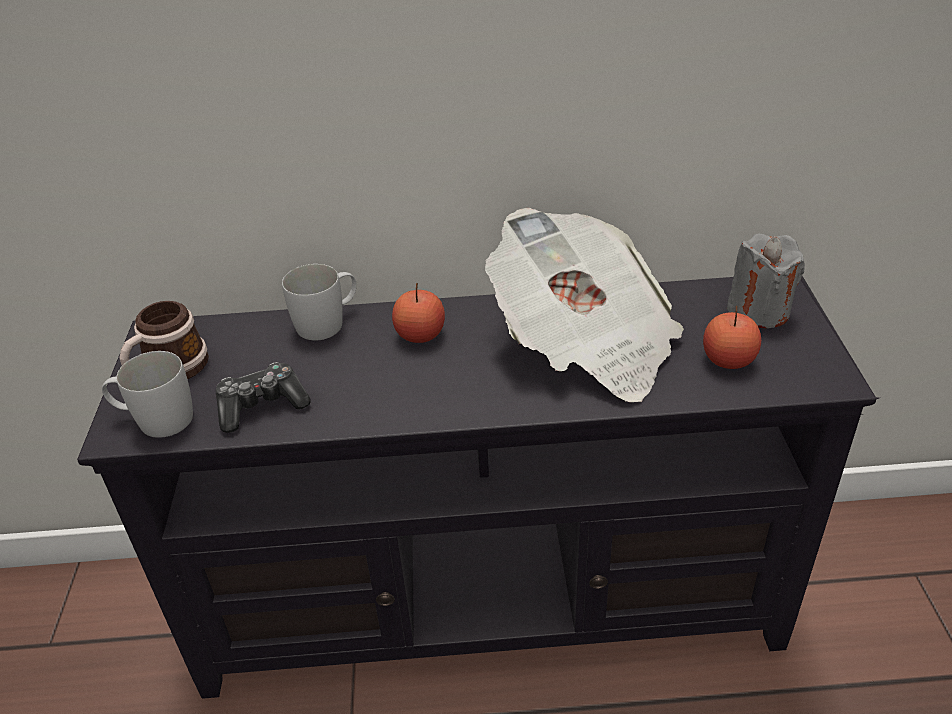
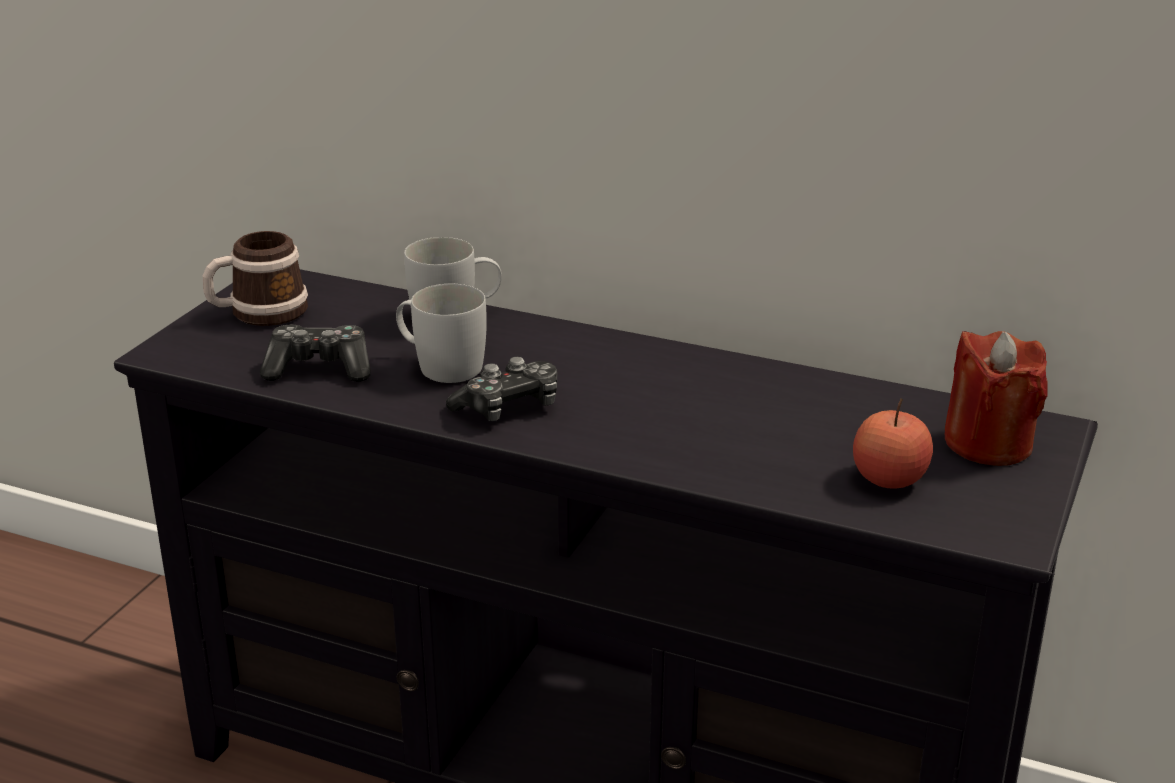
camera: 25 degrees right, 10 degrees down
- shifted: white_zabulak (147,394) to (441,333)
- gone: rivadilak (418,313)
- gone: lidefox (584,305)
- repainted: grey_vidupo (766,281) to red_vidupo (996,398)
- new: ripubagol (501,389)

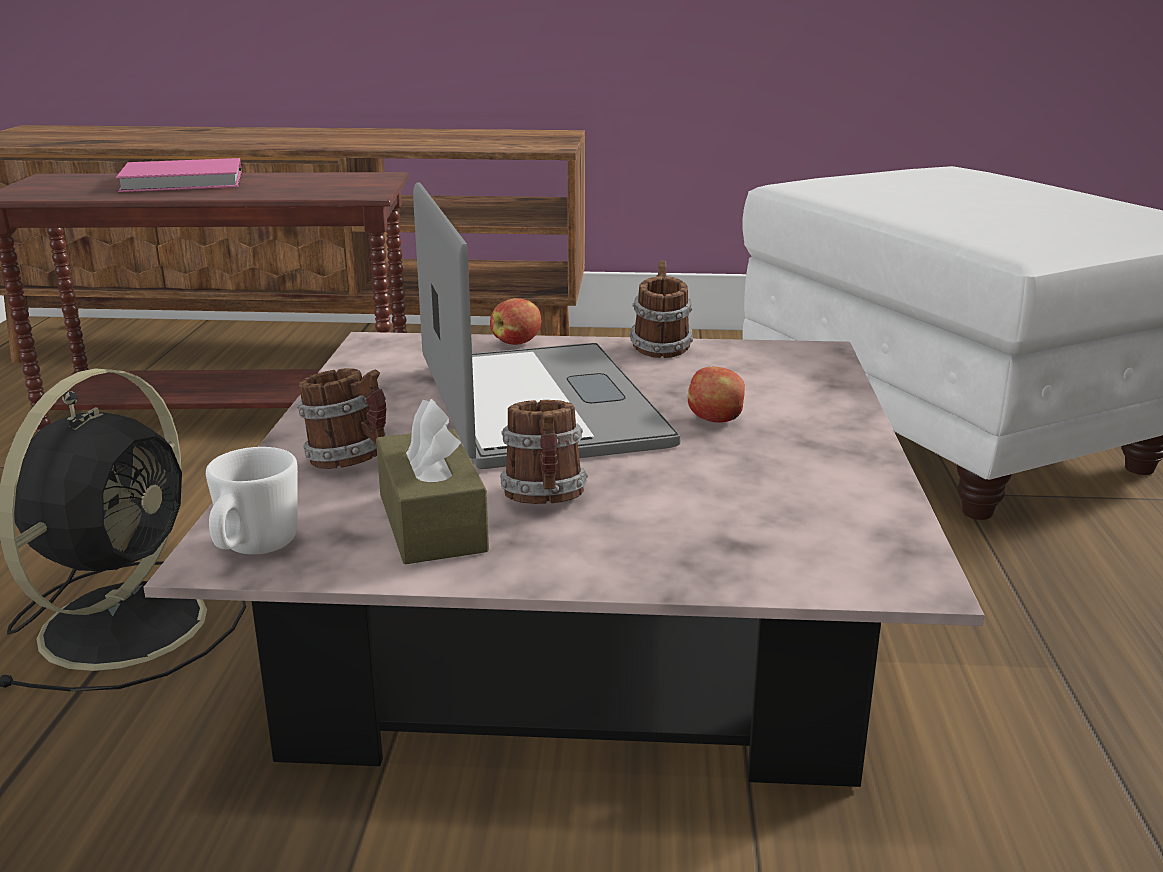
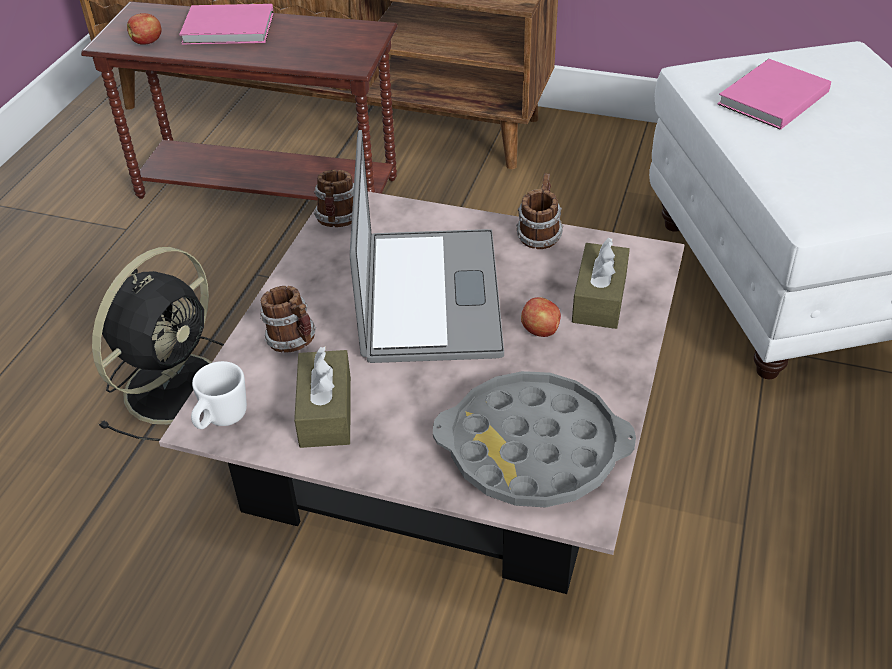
camera: 15 degrees right, 20 degrees up
- shifted: rivadilak (515,321) to (144,29)
- shifted: zabulak (544,452) to (334,198)
- new: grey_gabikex (534,439)
- new: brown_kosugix (601,283)
- new: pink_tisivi (774,94)

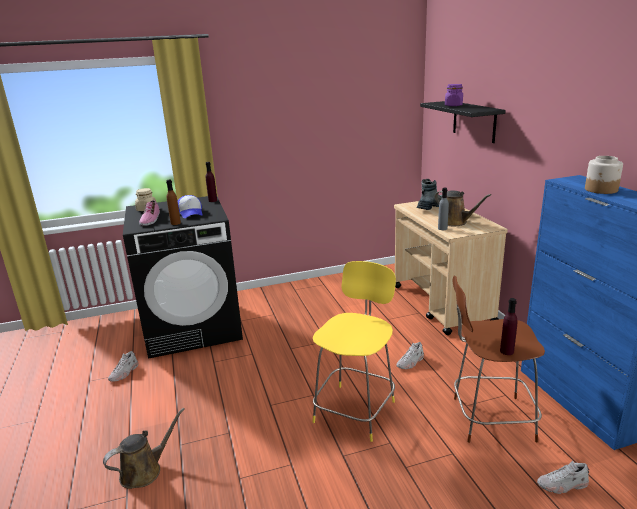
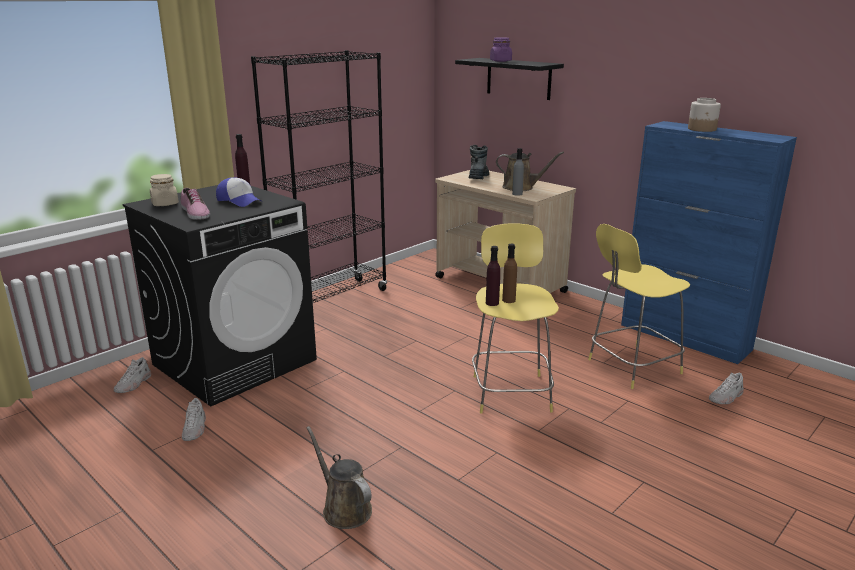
camera: 30 degrees left, 0 degrees up
- rotated: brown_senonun (144,448) = (339,477) 60 degrees counterclockwise
- shifted: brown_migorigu (173,202) to (509,273)
- shifted: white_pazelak (410,355) to (132,375)
- repainted: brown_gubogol (499,359) to yellow_gubogol (639,306)
- shifted: purple_migorigu (509,326) to (493,276)
- new: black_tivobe (319,176)

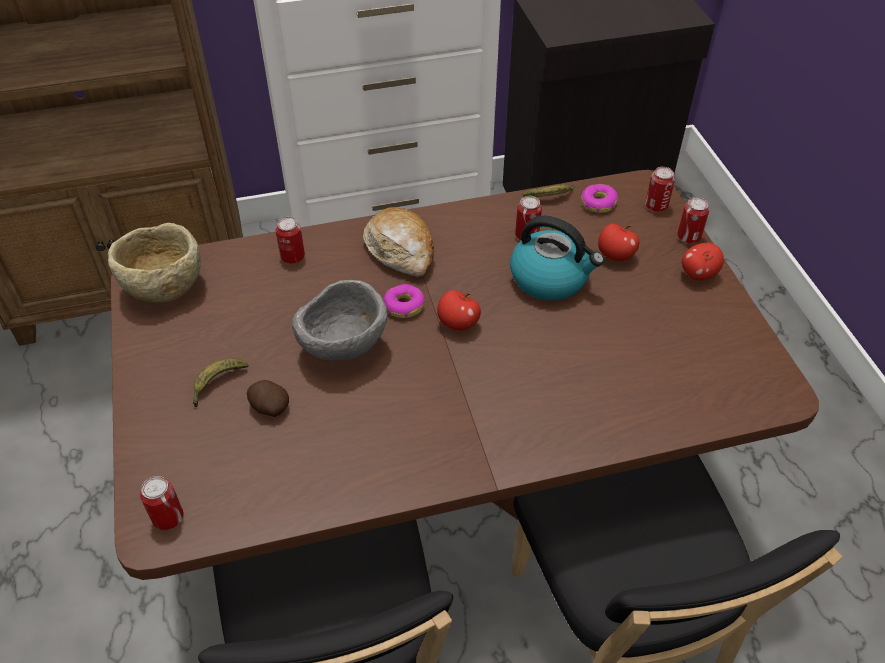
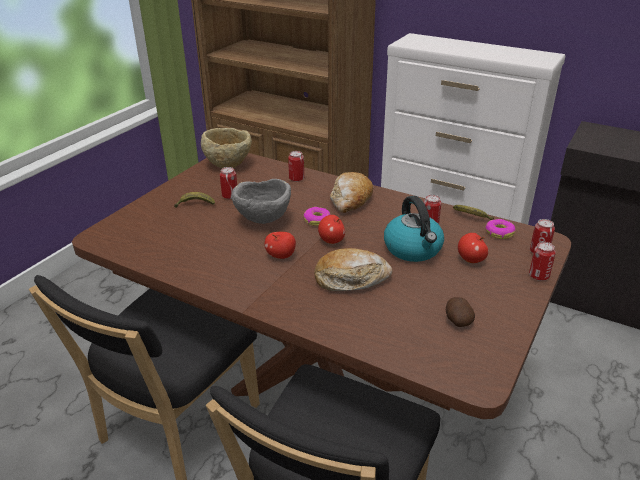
camera: 45 degrees right, 15 degrees down
- shifted: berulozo (162,503) to (228,183)
- shifted: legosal (268,398) to (460,312)
- shifted: rivadilak (703,262) to (280,245)
- new: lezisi (353,269)

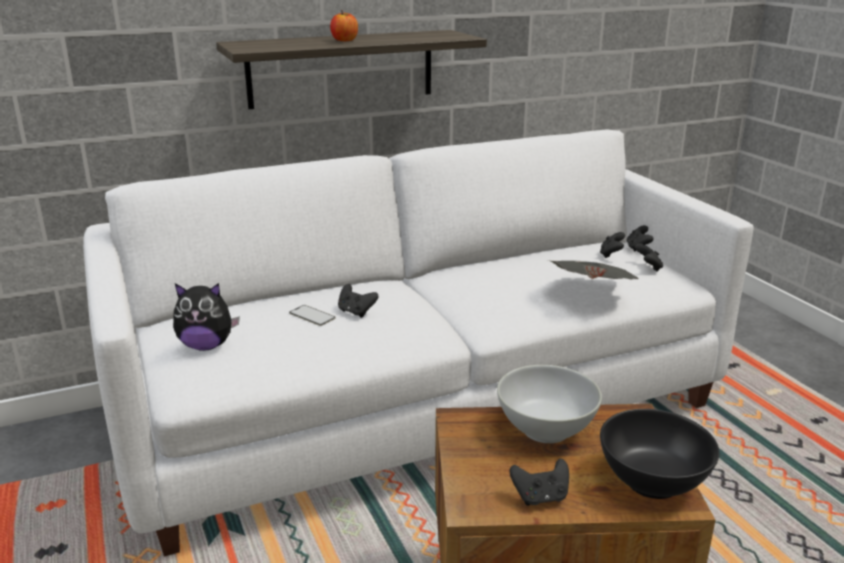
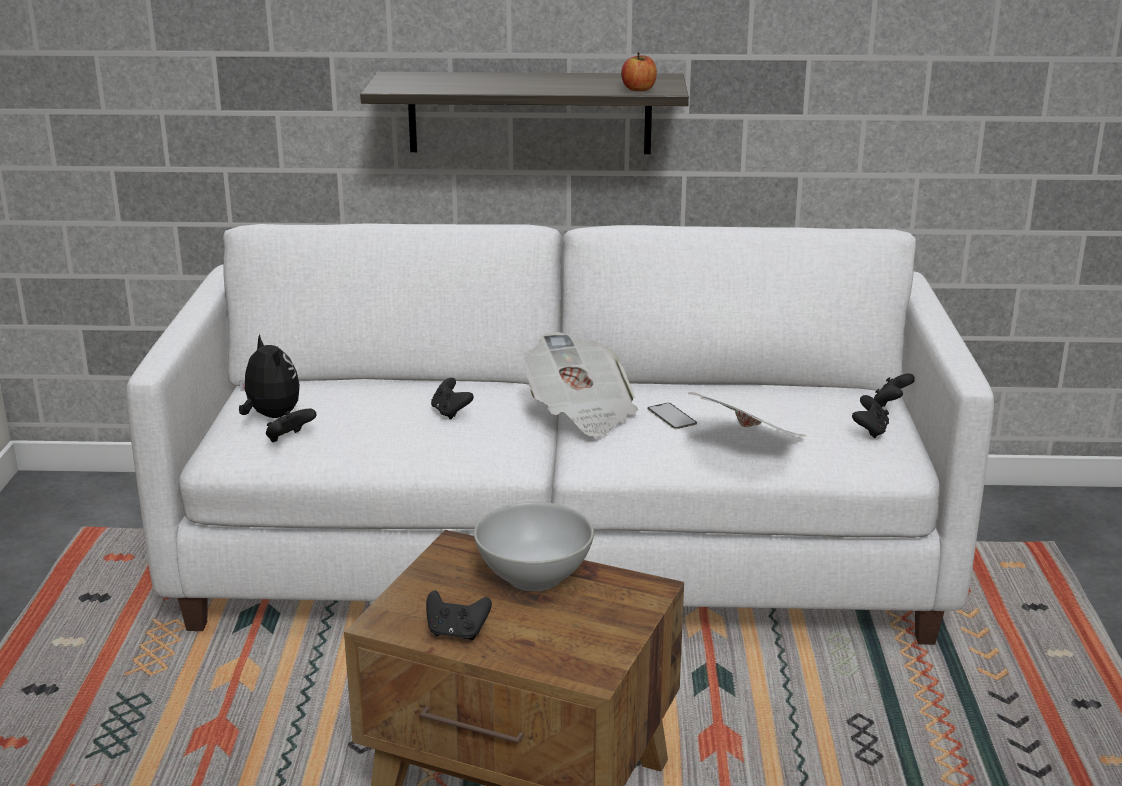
camera: 25 degrees right, 0 degrees up
- rotated: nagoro (206,317) = (269,376) 150 degrees counterclockwise
- shifted: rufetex (312,315) to (672,416)
- shifted: rivadilak (344,25) to (639,71)
- shifted: black_ripubagol (612,245) to (291,425)
- gone: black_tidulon (660,454)
- new: lidefox (581,385)

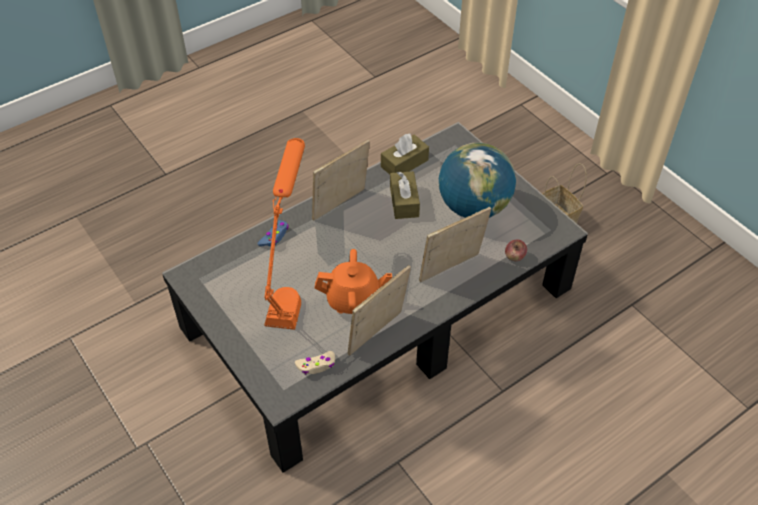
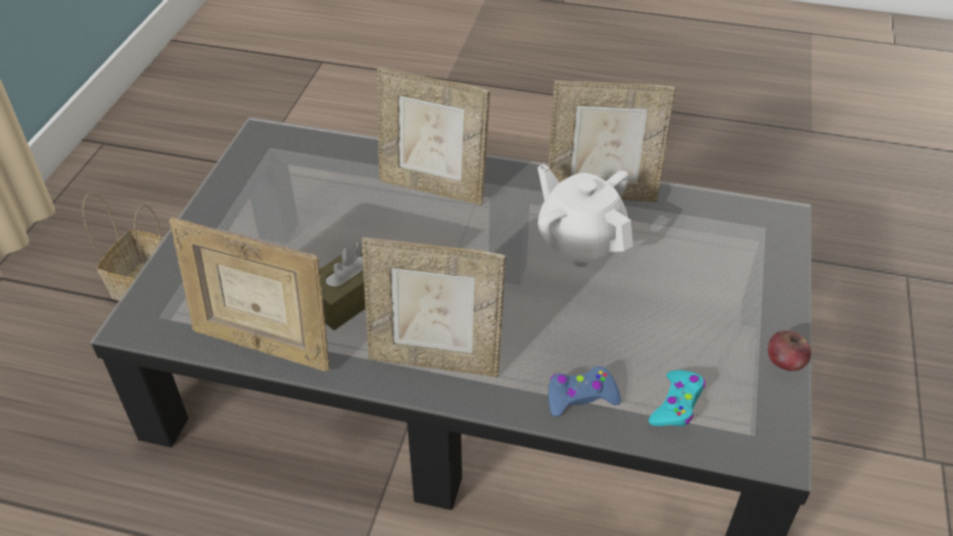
camera: 130 degrees left, 5 degrees down
- gone: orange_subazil (284,234)
- gone: beige_ripubagol (315,363)
- repainted: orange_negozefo (353,281) to white_negozefo (585,215)
- swapped: brown_kosugix (405,154) to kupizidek (249,294)
- gone: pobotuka (477,180)
- shifted: rivadilak (516,250) to (789,351)
- new: turquoise_ripubagol (677,398)

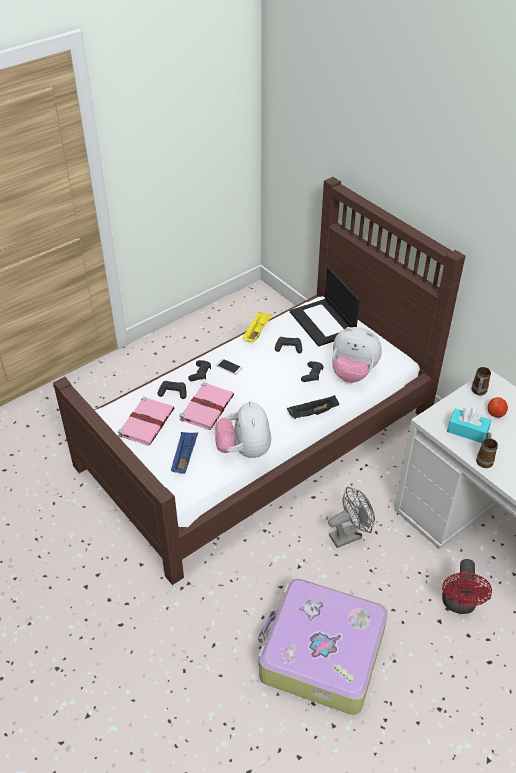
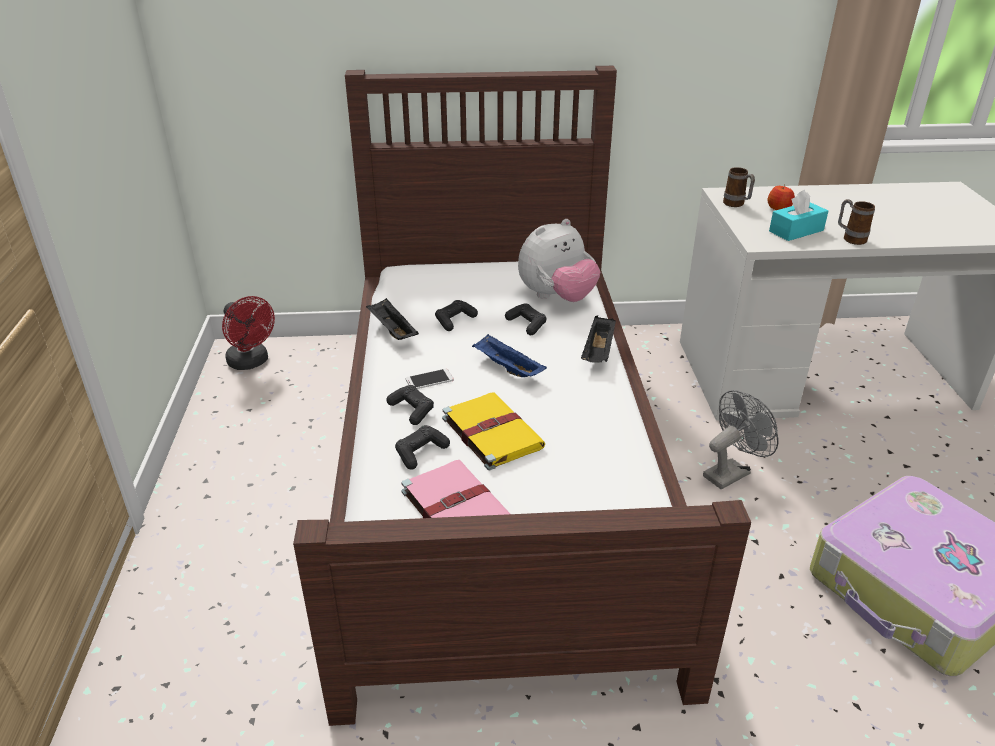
camera: 55 degrees left, 10 degrees down
- shifted: blue_gabikex (184,453) to (509,355)
- repainted: pink_tisivi (206,406) to yellow_tisivi (493,431)
- gone: nagoro (243,429)
- repainted: yellow_gabikex (257,326) to black_gabikex (392,319)
- gone: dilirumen (325,307)
- rotated: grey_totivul (351,517) = (741,440) 45 degrees clockwise
- shifted: red_totivul (467,586) to (248,333)

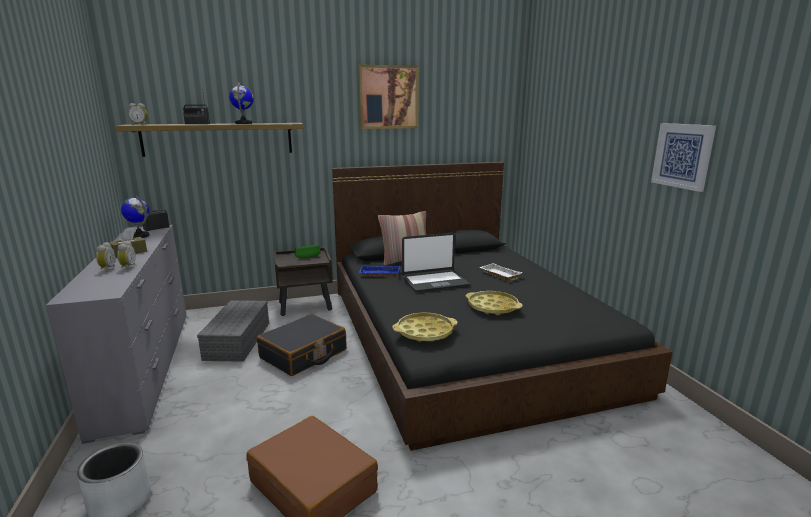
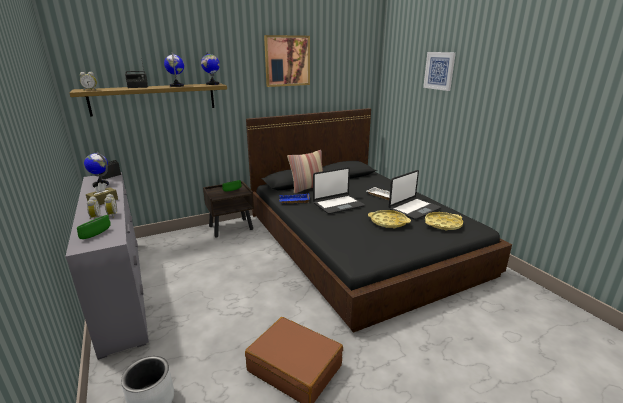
camera: 10 degrees left, 5 degrees up
- gone: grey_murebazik (233,331)
- gone: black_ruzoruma (302,345)
- shifted: yellow_gabikex (425,326) to (444,221)
- shifted: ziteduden (683,157) to (439,71)
- new: green_tidulon (94,227)
- new: pobotuka (210,68)
- new: dilirumen (415,195)

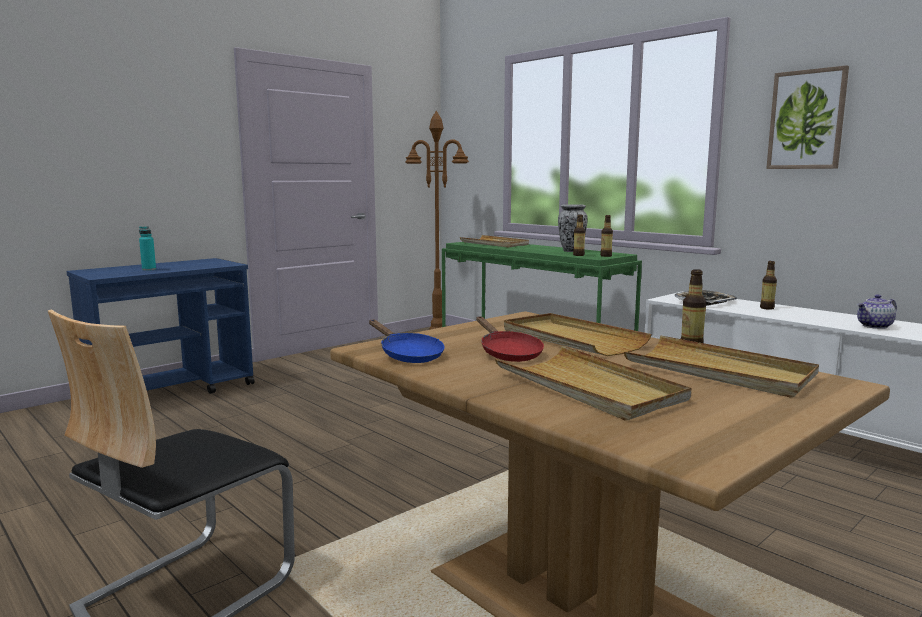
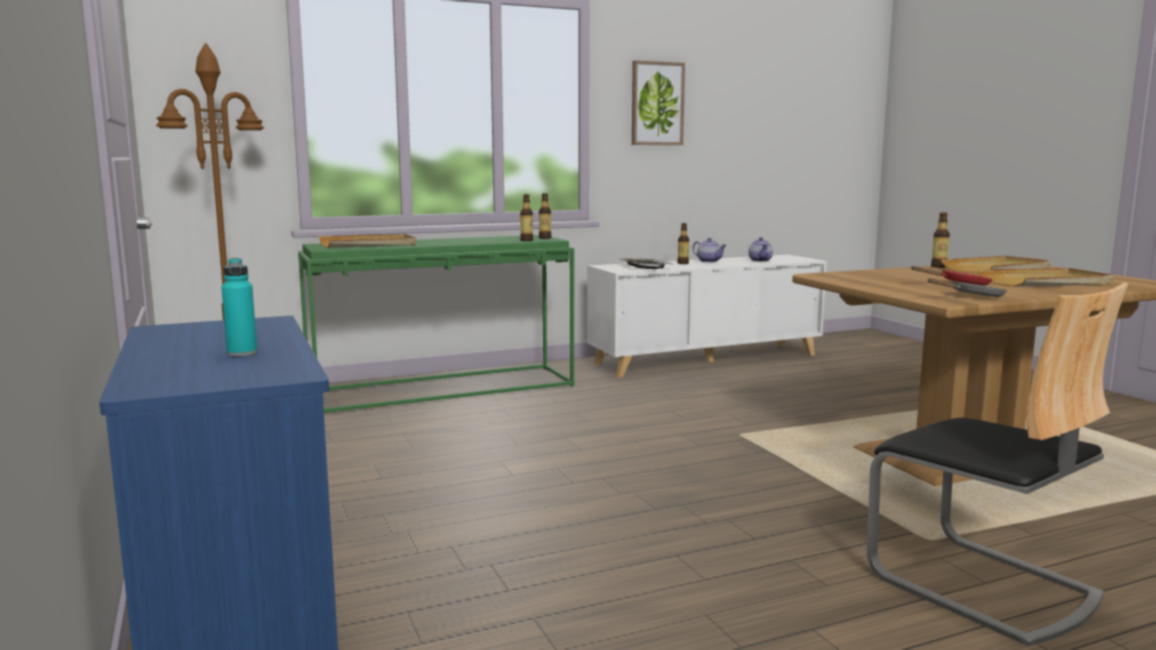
camera: 70 degrees left, 0 degrees up
- repainted: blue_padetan (407,341) to grey_padetan (967,287)
- gone: beige_gabikex (578,334)
- gone: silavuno (573,228)
- new: negozefo (709,250)

